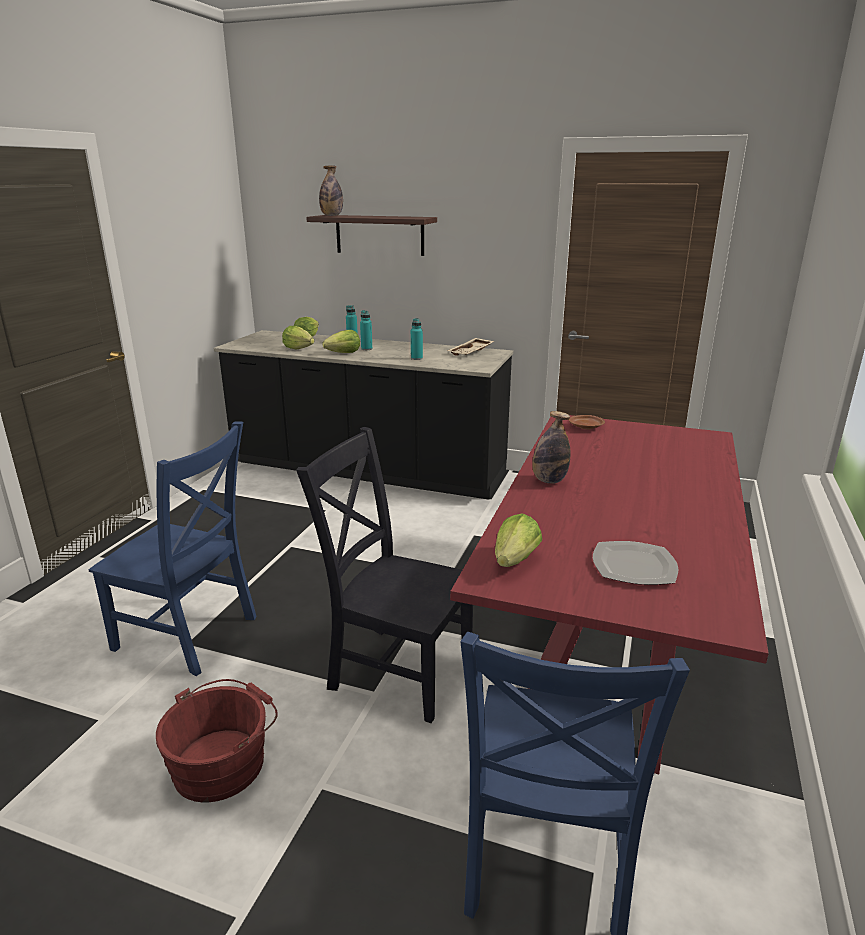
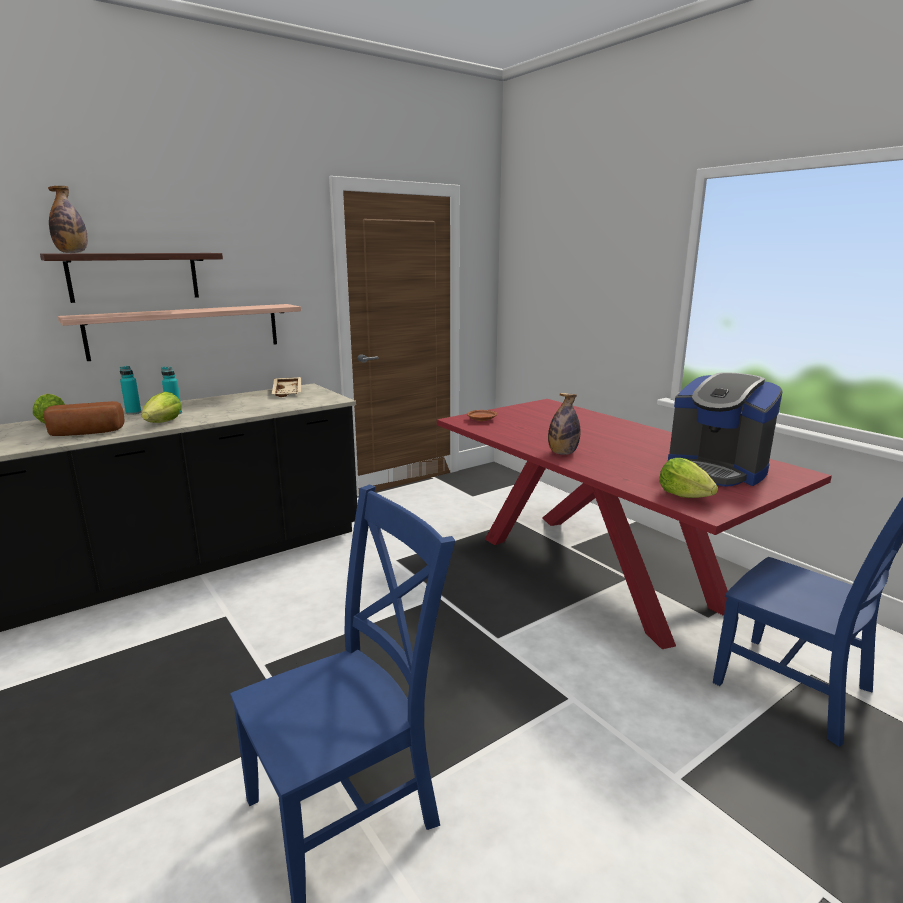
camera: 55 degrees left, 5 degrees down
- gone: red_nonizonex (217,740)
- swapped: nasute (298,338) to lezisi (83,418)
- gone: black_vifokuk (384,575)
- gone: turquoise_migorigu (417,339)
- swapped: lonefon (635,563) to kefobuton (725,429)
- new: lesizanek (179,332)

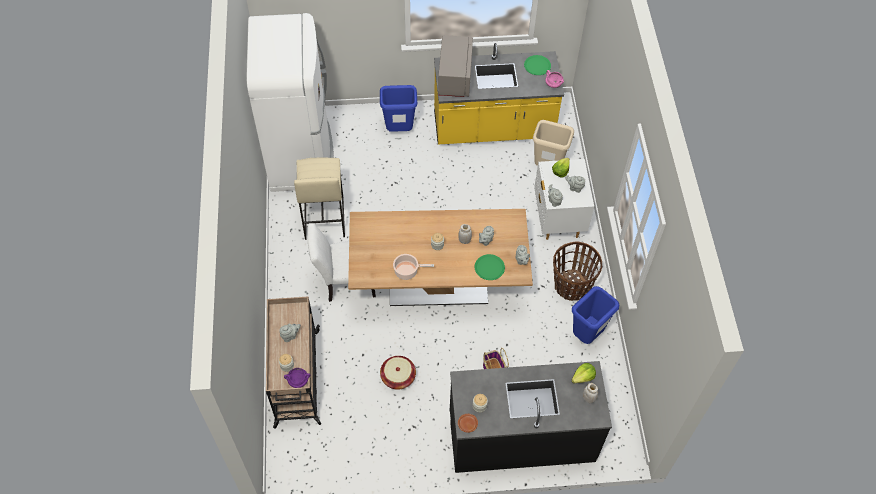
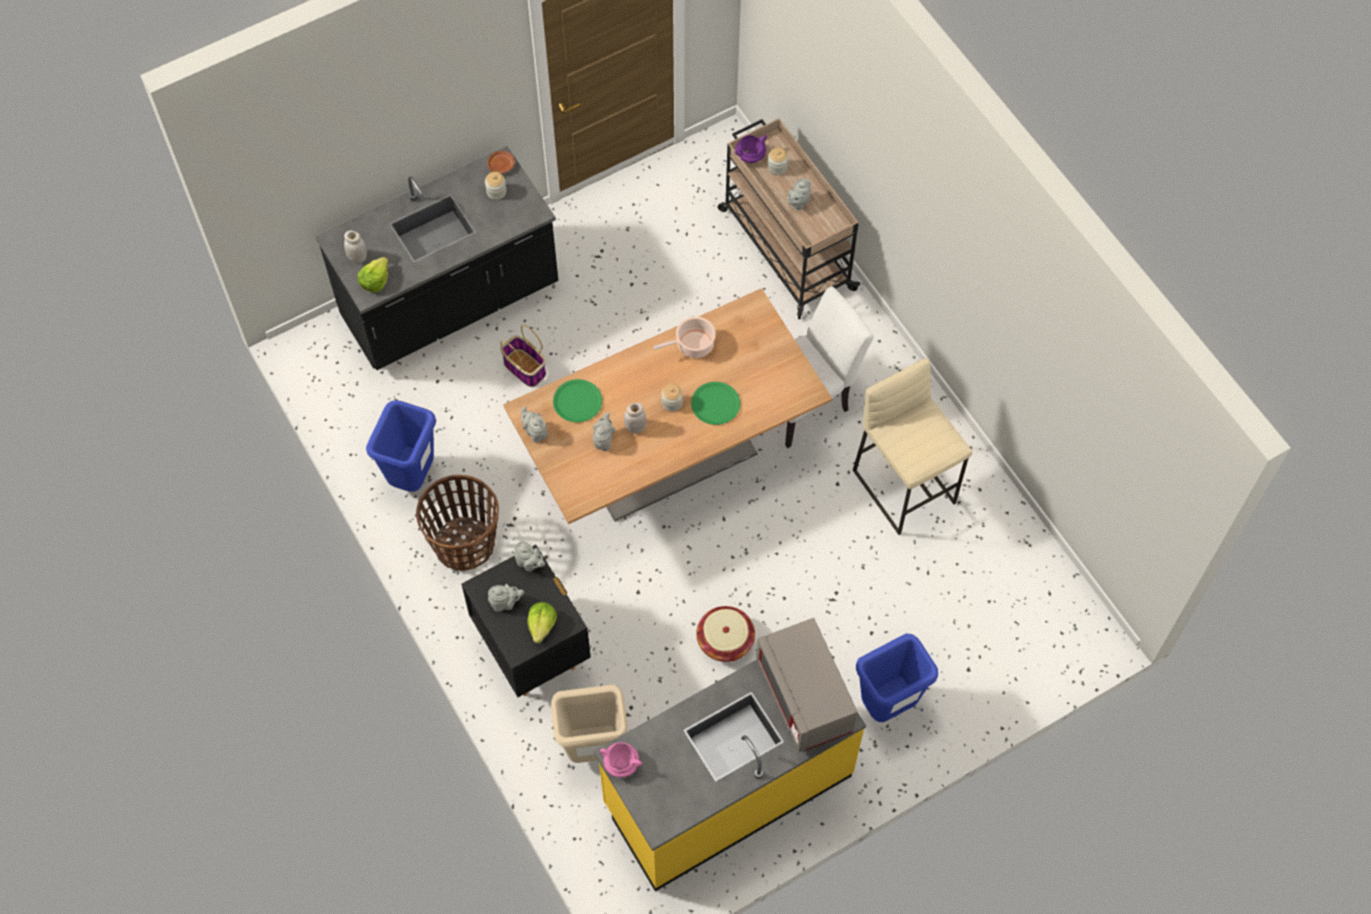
camera: 155 degrees right, 5 degrees up
- gone: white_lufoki (290,102)
- shifted: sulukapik (398,373) to (725,634)
- shifted: green_lonefon (537,65) to (715,403)
- repainted: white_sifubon (564,199) to black_sifubon (526,621)

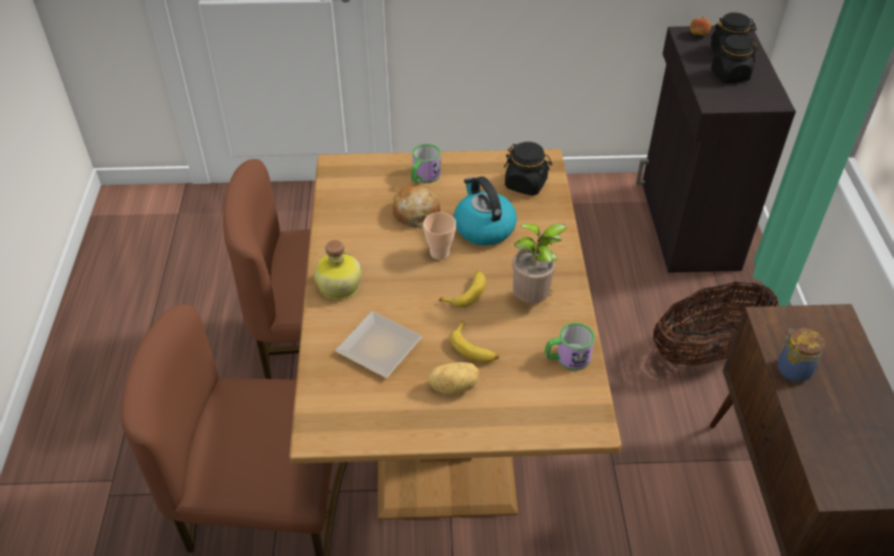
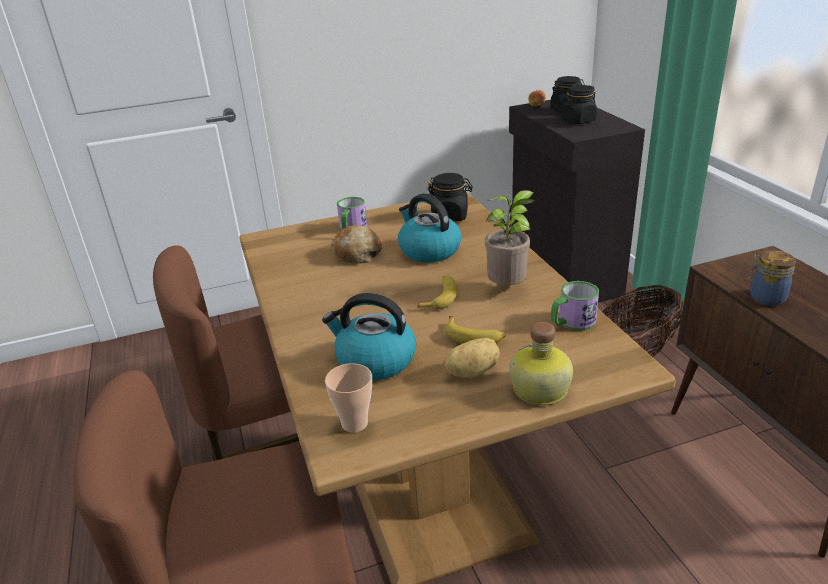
camera: 15 degrees left, 15 degrees down
- shifted: migorigu (338,270) to (541,363)
- swapped: lonefon (378,344) to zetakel (369,336)
- shifted: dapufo (439,236) to (348,397)

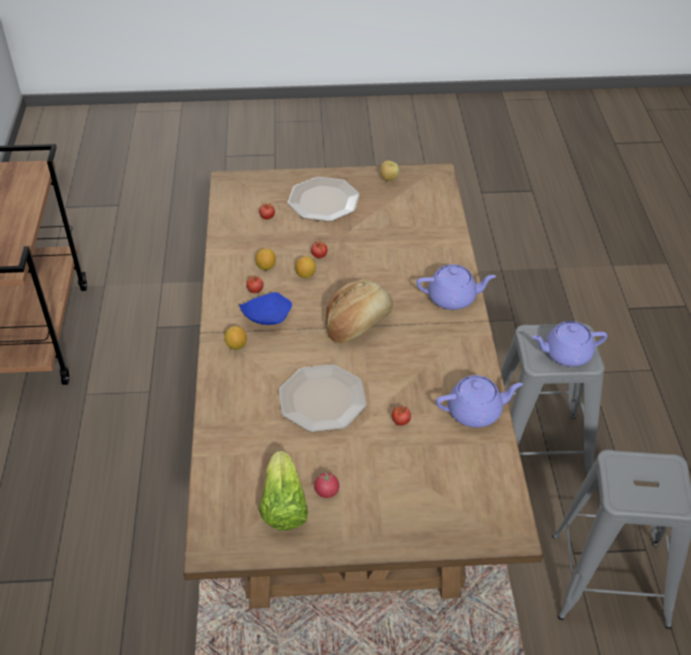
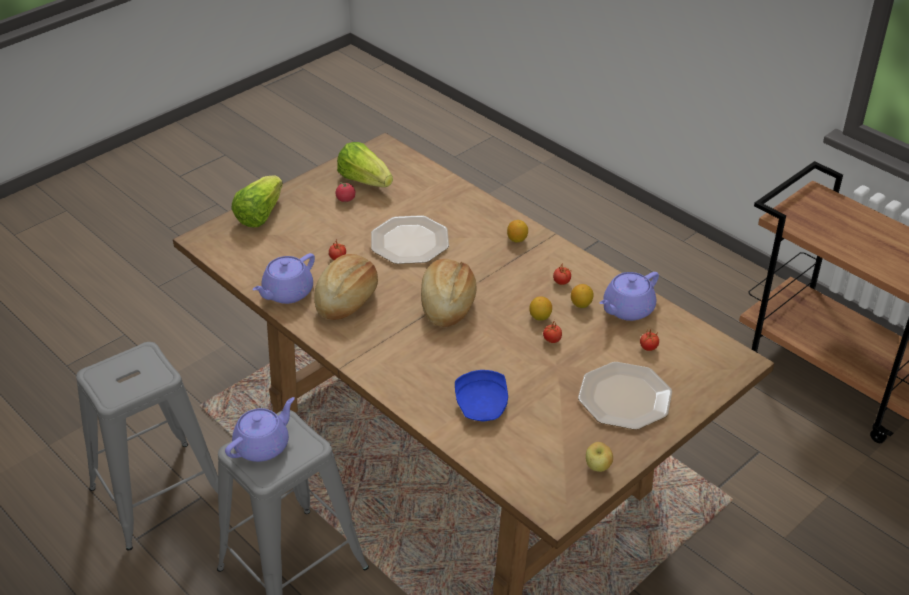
camera: 140 degrees right, 5 degrees down
- shifted: blue_lonefon (265,308) to (481,395)
- shifted: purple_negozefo (456,287) to (629,296)
- new: nasute (257,201)
- new: lezisi (346,287)

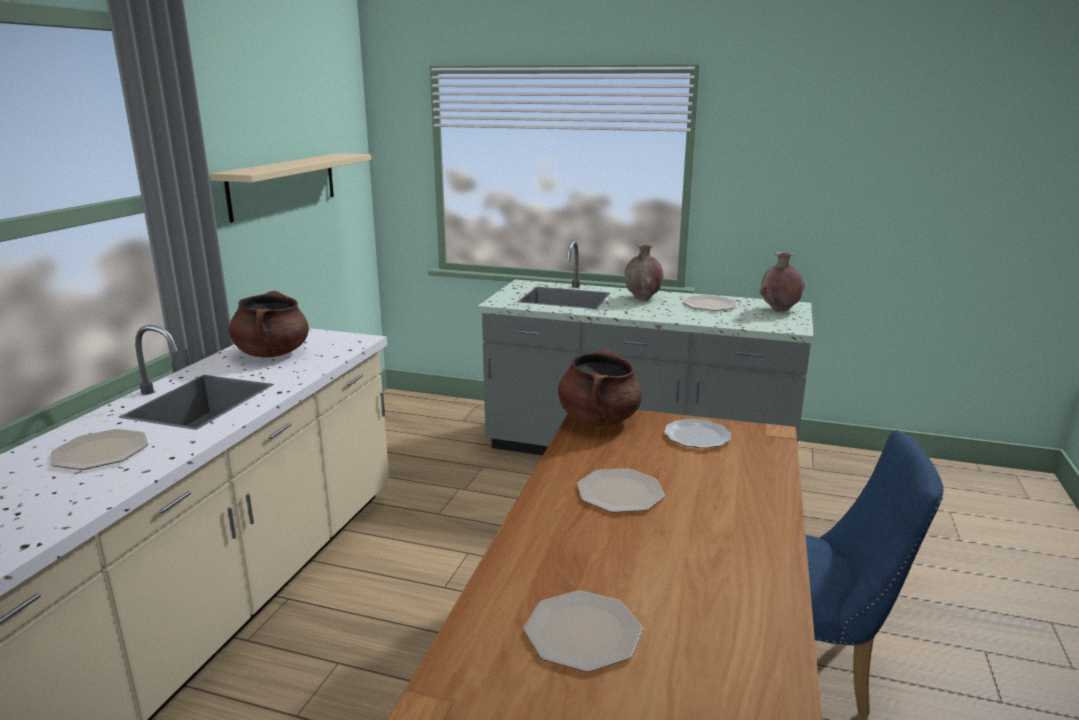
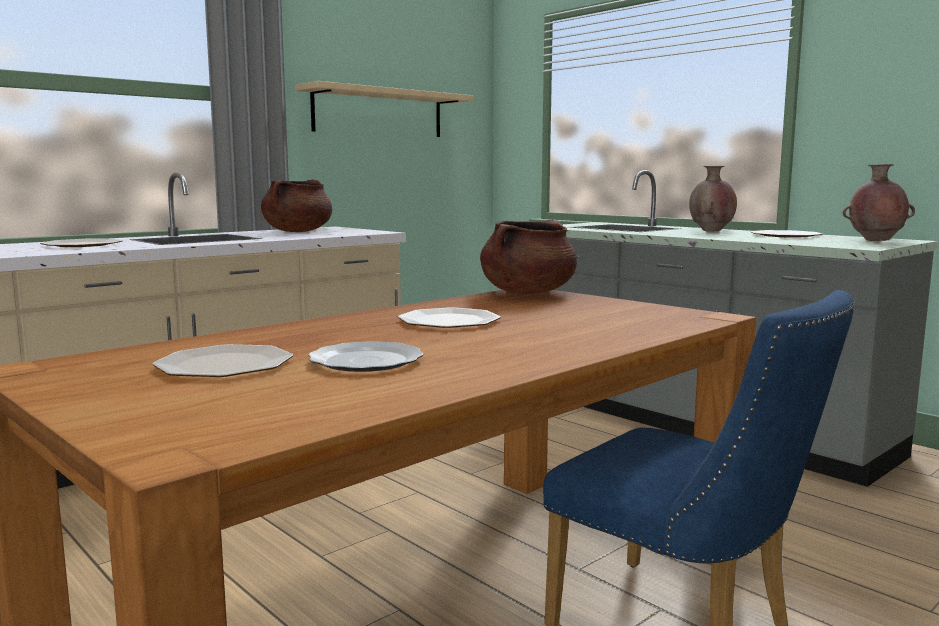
camera: 30 degrees right, 10 degrees down
- shifted: lonefon (697,433) to (366,356)

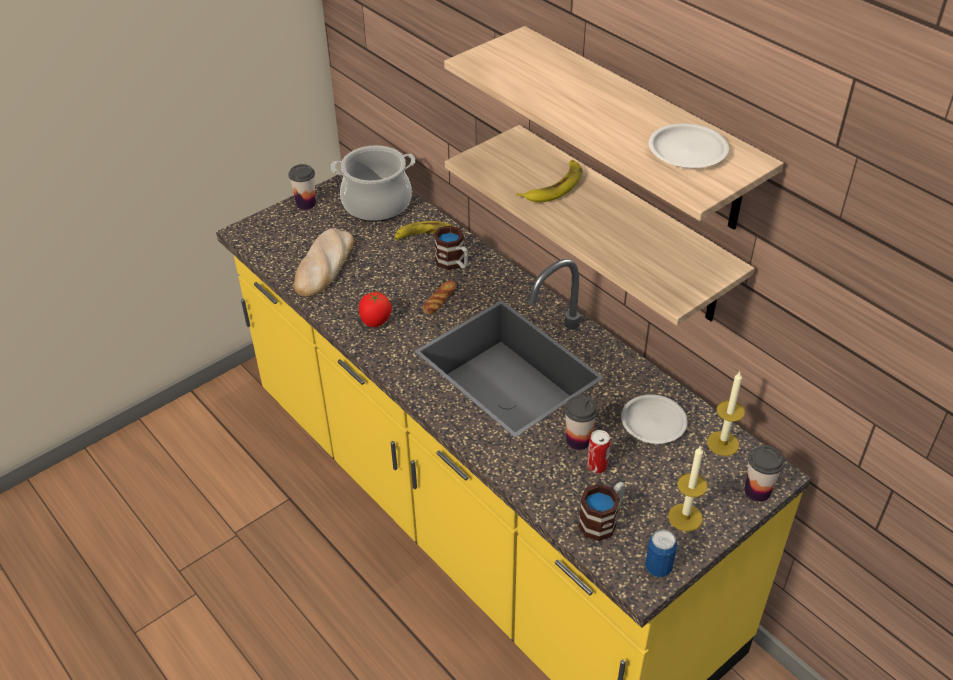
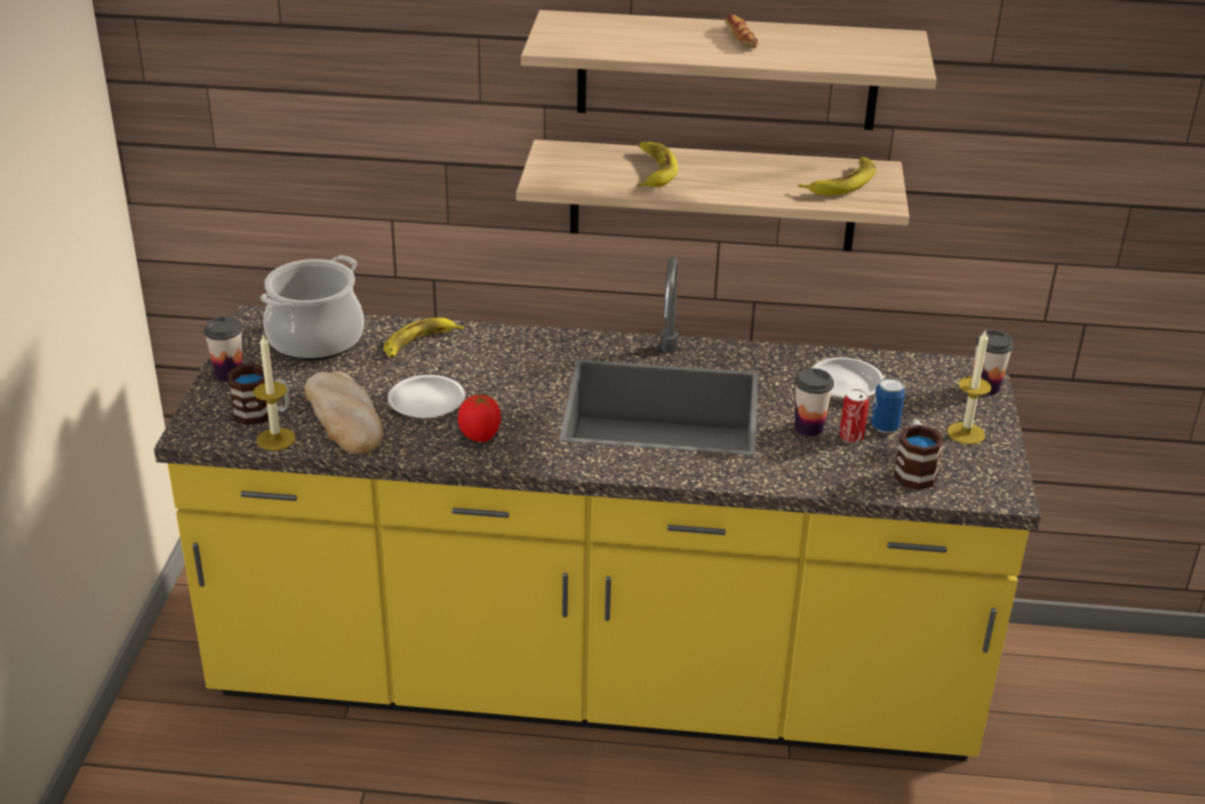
camera: 45 degrees left, 10 degrees down
- shifted: lezisi (439,297) to (741,31)
- shifted: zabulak (451,247) to (258,394)
- shifted: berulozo (661,553) to (888,405)
- shifted: white_lonefon (689,145) to (426,396)
- shifted: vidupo (726,414) to (274,392)
- new: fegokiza (837,176)

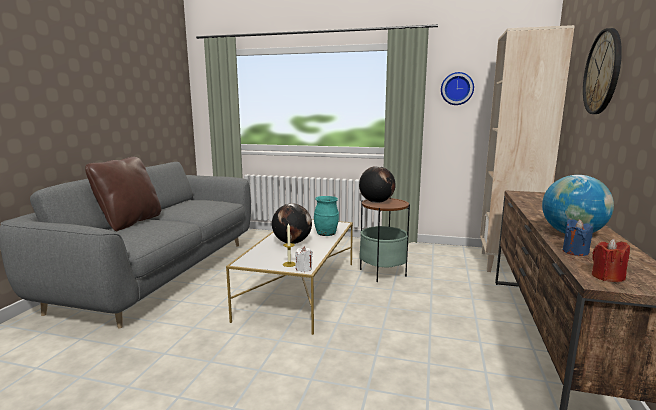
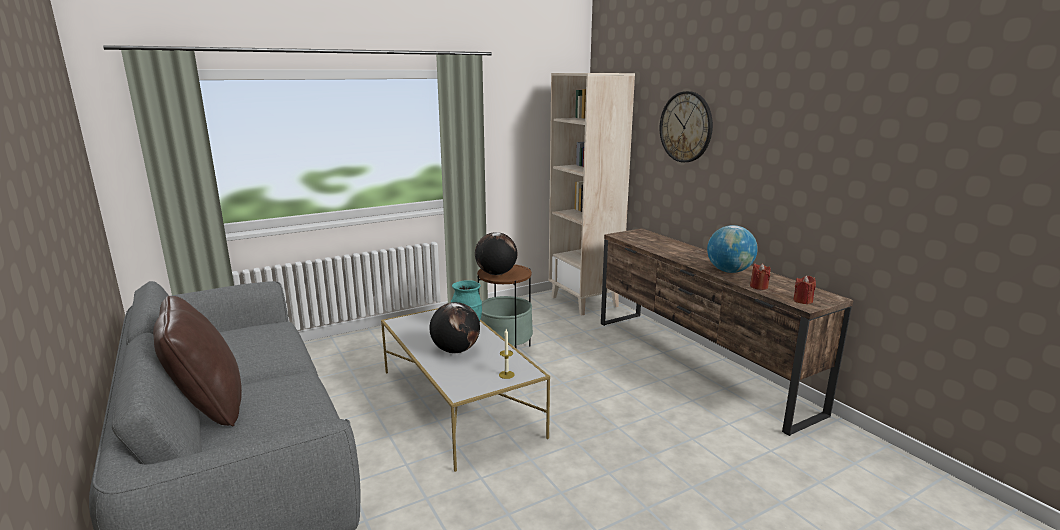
camera: 45 degrees left, 5 degrees up
- gone: white_vidupo (304,259)
- gone: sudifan (457,88)
- repainted: blue_vidupo (578,237) to red_vidupo (760,276)

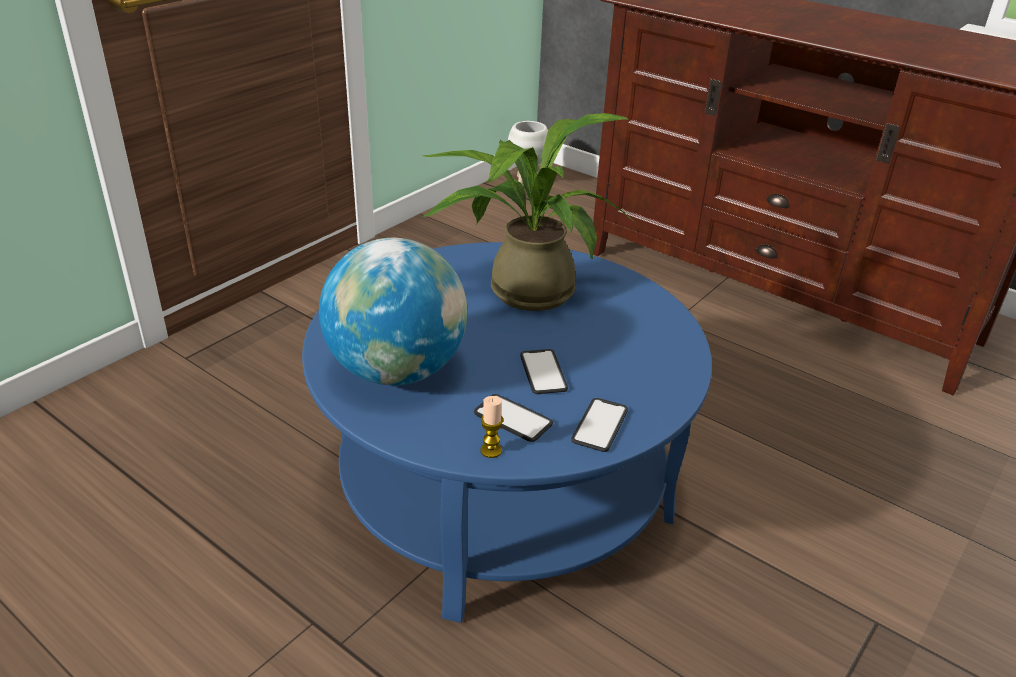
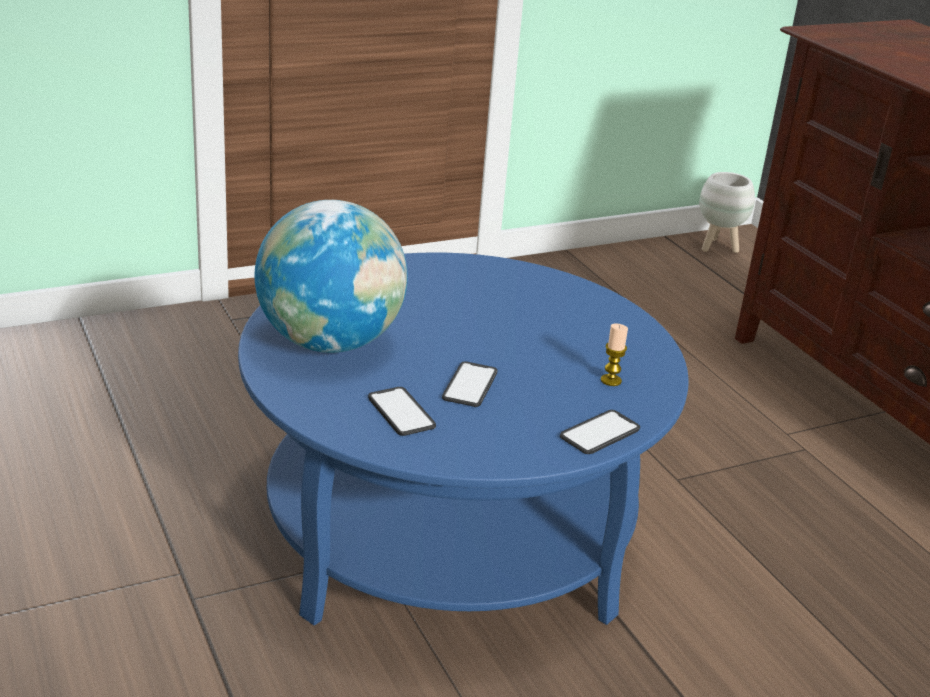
camera: 25 degrees right, 5 degrees down
- gone: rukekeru (528,212)
- shifted: vidupo (492,427) to (614,355)
- shifted: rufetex (599,425) to (600,432)

